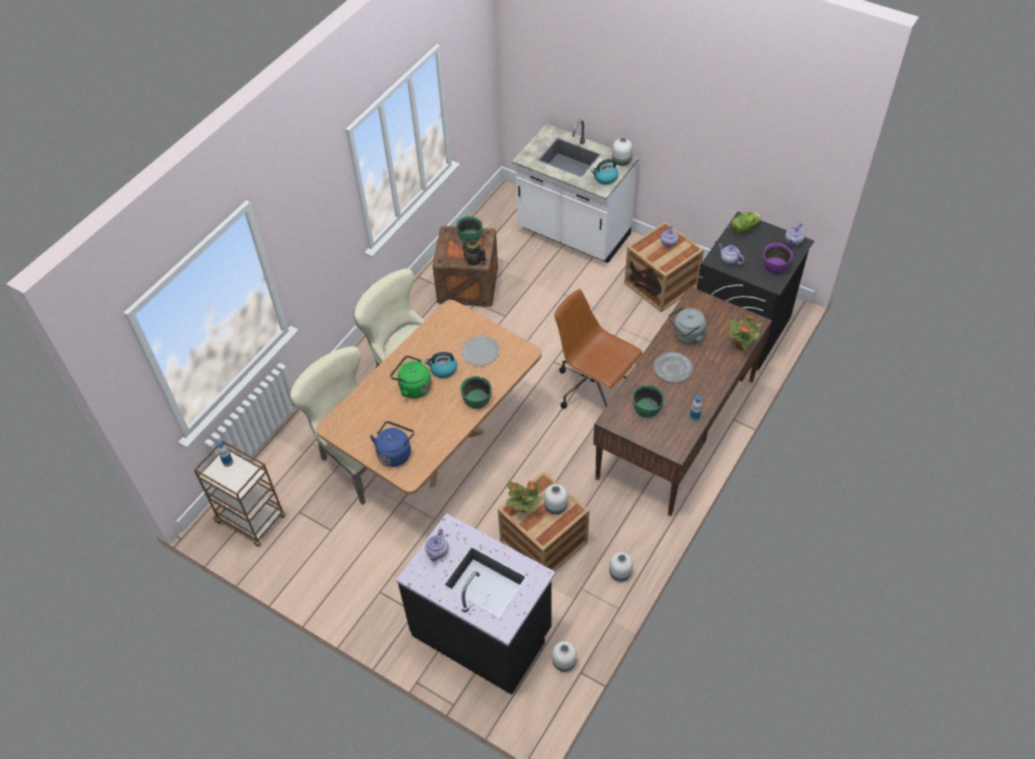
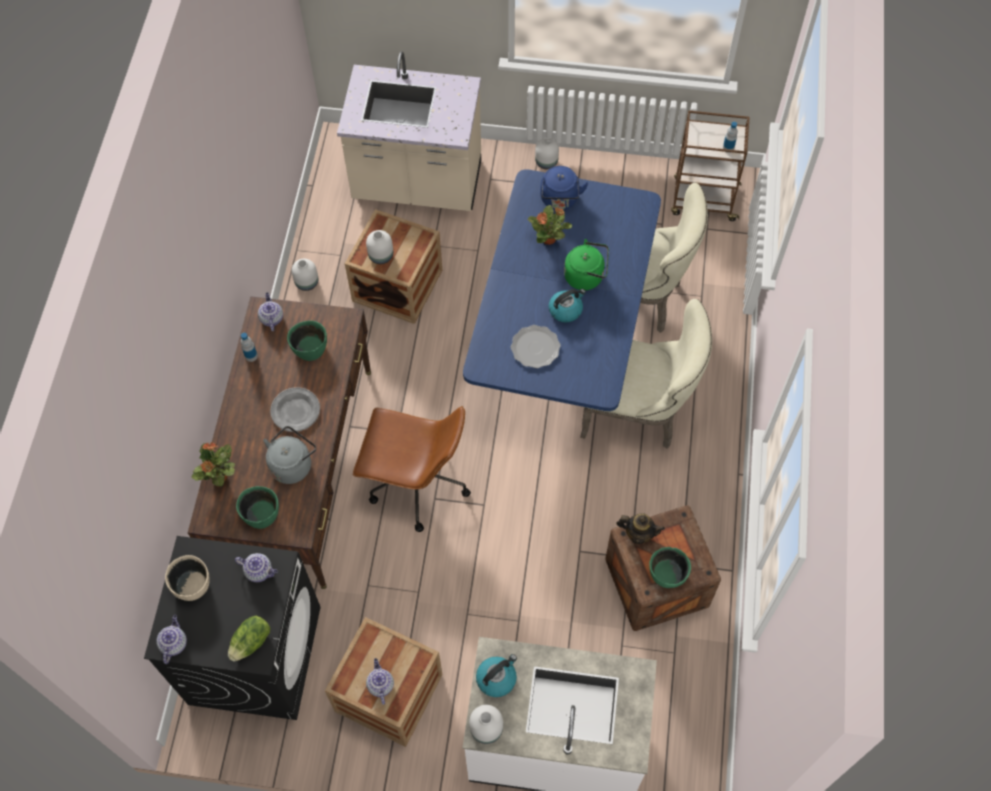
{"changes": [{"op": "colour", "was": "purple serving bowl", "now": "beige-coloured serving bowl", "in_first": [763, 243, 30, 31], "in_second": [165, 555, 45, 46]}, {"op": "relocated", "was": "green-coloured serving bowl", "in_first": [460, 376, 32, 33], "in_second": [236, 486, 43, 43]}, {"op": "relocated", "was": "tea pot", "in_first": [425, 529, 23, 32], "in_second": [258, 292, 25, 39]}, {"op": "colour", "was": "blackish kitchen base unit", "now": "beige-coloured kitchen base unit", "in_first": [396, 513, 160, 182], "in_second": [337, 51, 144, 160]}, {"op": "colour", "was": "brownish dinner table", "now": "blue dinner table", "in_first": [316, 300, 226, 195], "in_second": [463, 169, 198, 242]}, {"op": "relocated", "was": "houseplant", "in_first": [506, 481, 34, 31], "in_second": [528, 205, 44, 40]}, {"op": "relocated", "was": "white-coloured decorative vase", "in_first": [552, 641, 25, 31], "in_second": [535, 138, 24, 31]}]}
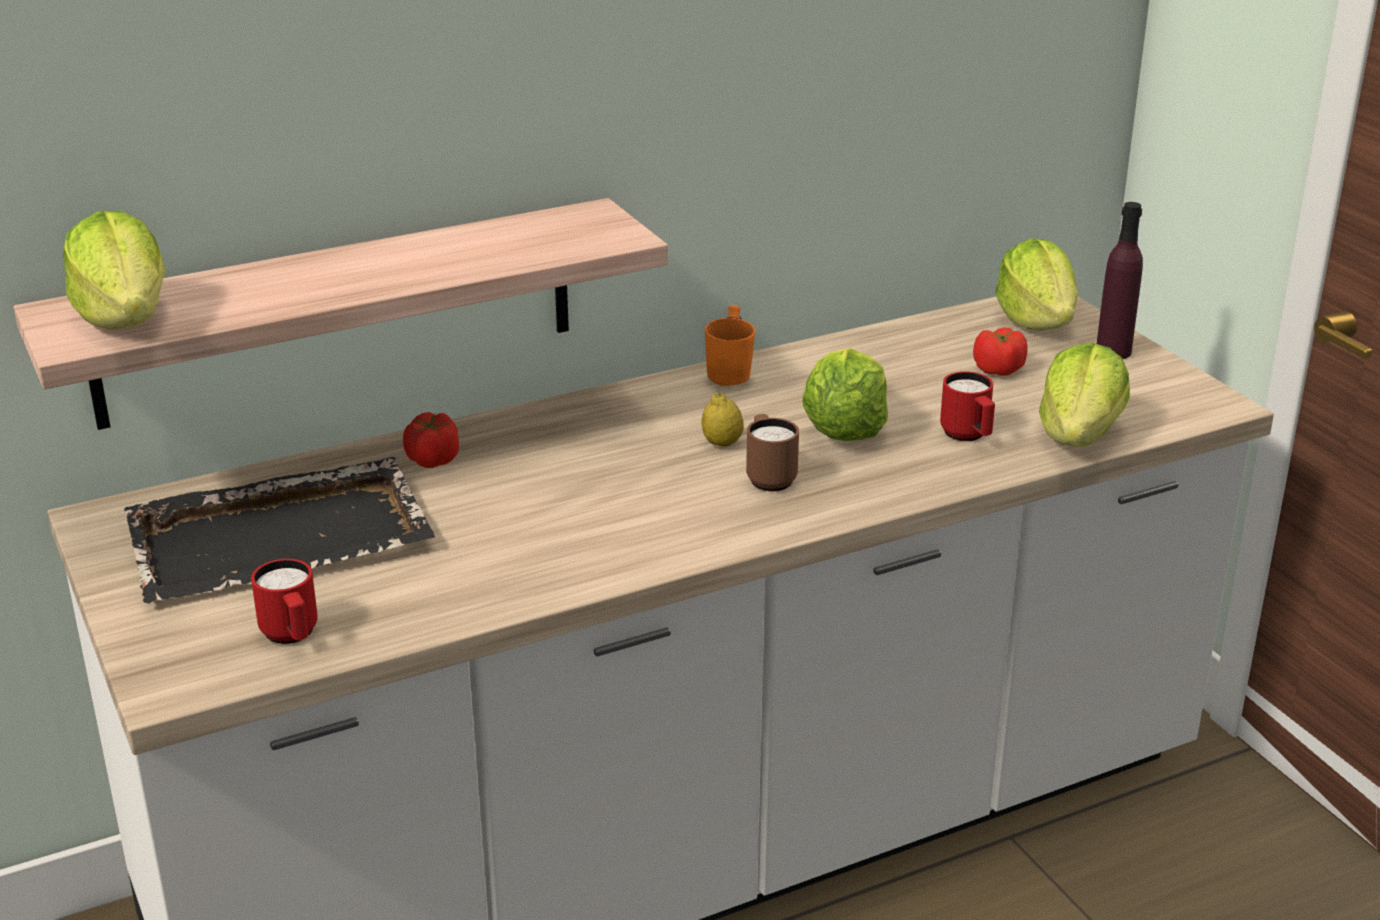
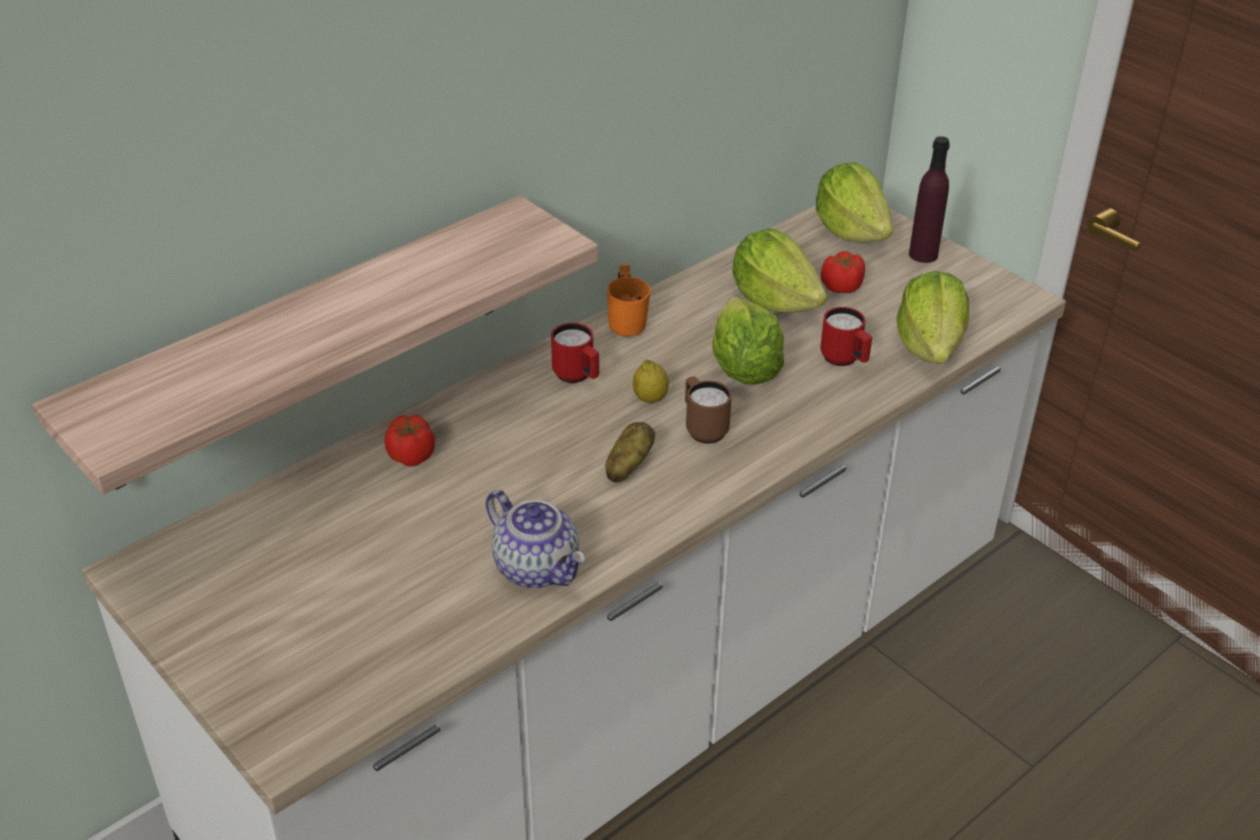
{"changes": [{"op": "appeared", "now": "tea pot", "in_second": [486, 490, 100, 98]}, {"op": "relocated", "was": "red mug", "in_first": [251, 559, 67, 85], "in_second": [551, 323, 48, 60]}, {"op": "appeared", "now": "potato", "in_second": [605, 422, 50, 60]}, {"op": "relocated", "was": "lettuce head", "in_first": [63, 211, 103, 118], "in_second": [732, 228, 96, 85]}, {"op": "missing", "was": "blackish tray", "in_first": [124, 457, 311, 147]}]}
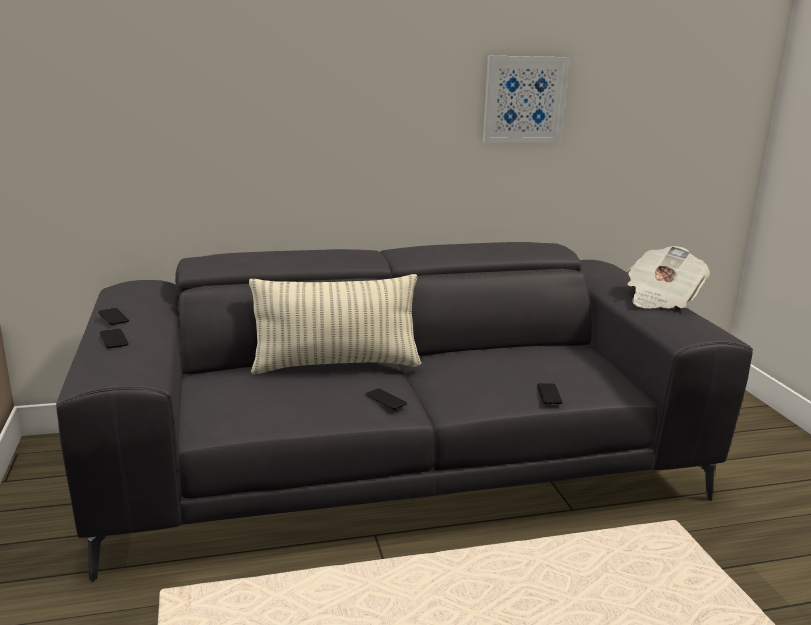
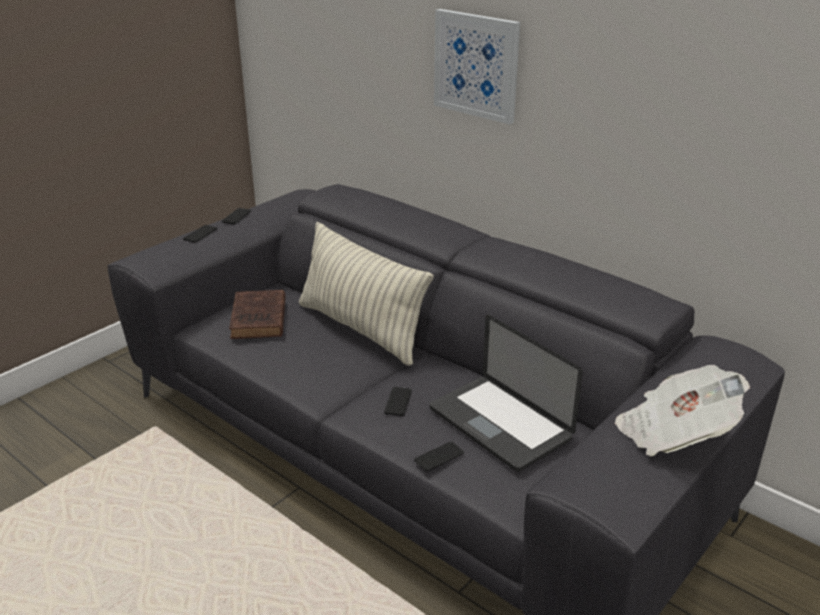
{"changes": [{"op": "appeared", "now": "brownish volume", "in_second": [229, 290, 57, 49]}, {"op": "relocated", "was": "telephone", "in_first": [366, 388, 41, 22], "in_second": [384, 387, 28, 29]}, {"op": "appeared", "now": "portable computer", "in_second": [430, 315, 153, 157]}, {"op": "relocated", "was": "picture", "in_first": [483, 55, 86, 88], "in_second": [434, 9, 86, 115]}]}
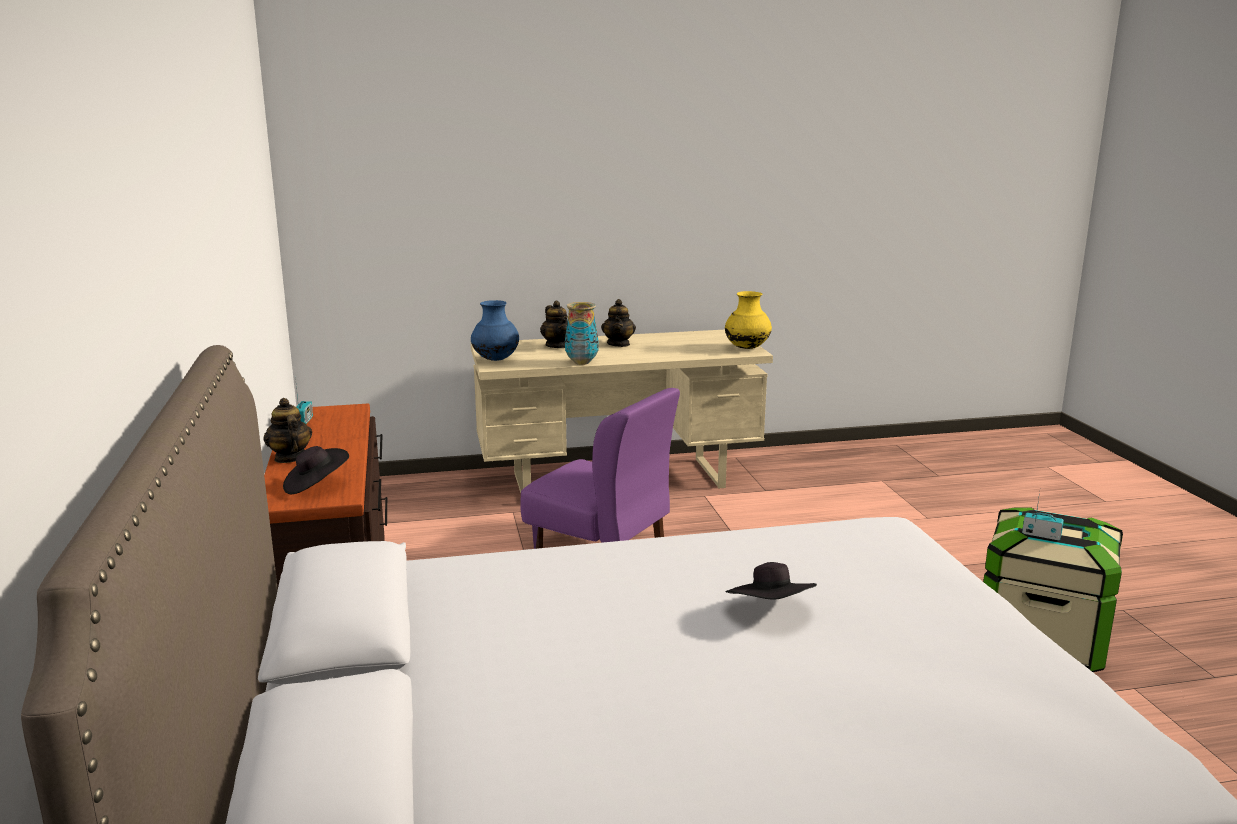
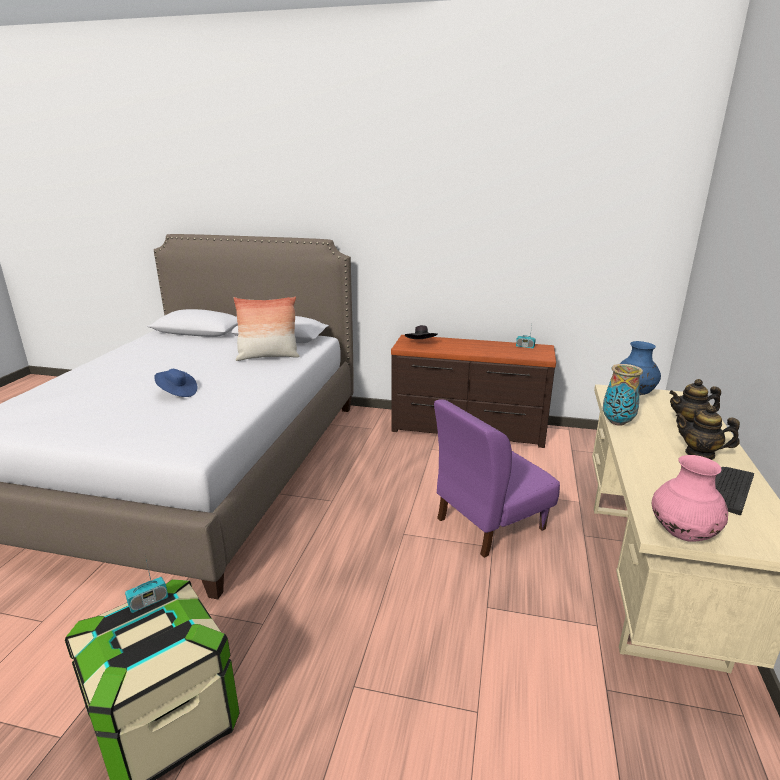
{"changes": [{"op": "colour", "was": "blackish hat", "now": "blue hat", "in_first": [726, 562, 91, 37], "in_second": [154, 369, 43, 28]}, {"op": "appeared", "now": "cushion", "in_second": [233, 296, 66, 65]}, {"op": "colour", "was": "yellowish decorative vase", "now": "pink-coloured decorative vase", "in_first": [725, 291, 47, 58], "in_second": [652, 455, 76, 87]}, {"op": "appeared", "now": "PC keyboard", "in_second": [715, 467, 39, 48]}, {"op": "missing", "was": "tea pot", "in_first": [263, 398, 49, 65]}]}
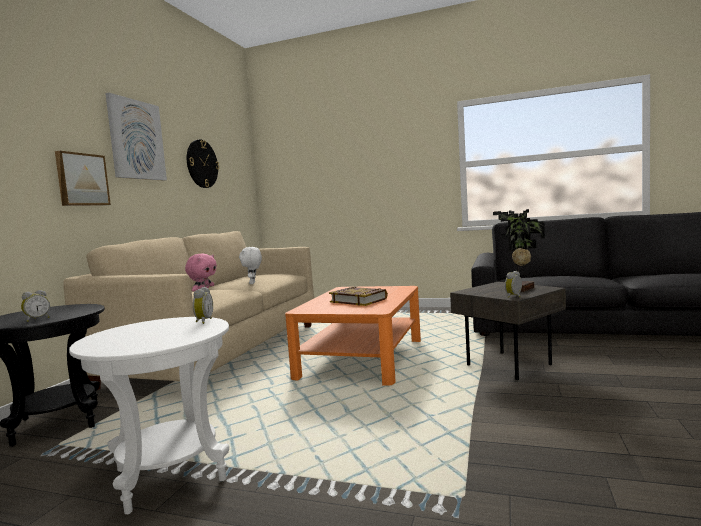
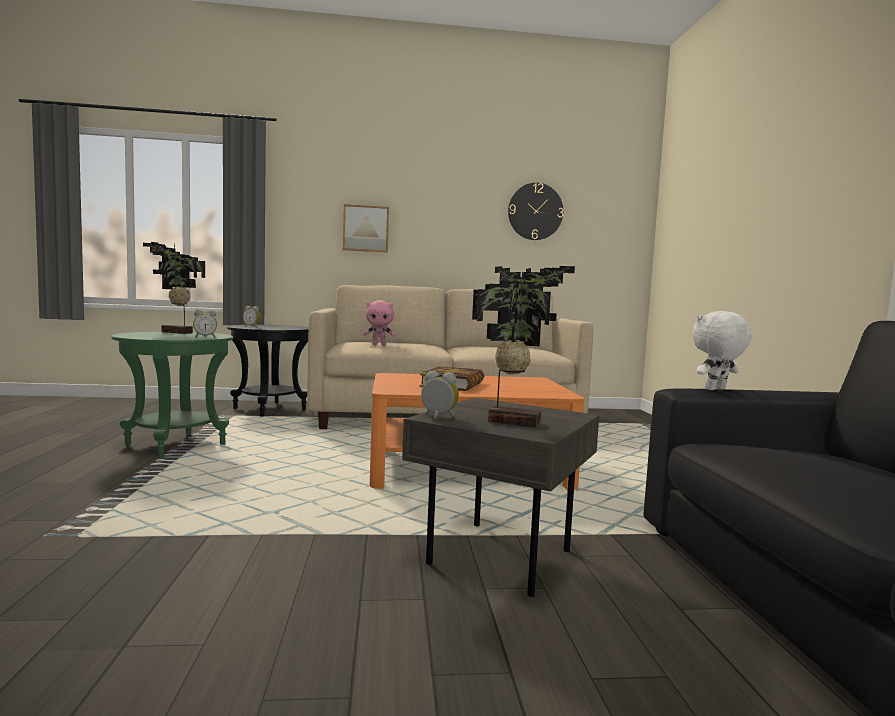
{"changes": [{"op": "colour", "was": "white-coloured end table", "now": "green-coloured end table", "in_first": [69, 317, 160, 198], "in_second": [111, 332, 122, 127]}, {"op": "appeared", "now": "houseplant", "in_second": [143, 242, 62, 92]}, {"op": "relocated", "was": "white-coloured cuddly toy", "in_first": [239, 247, 23, 37], "in_second": [692, 311, 60, 79]}, {"op": "missing", "was": "picture", "in_first": [105, 93, 62, 88]}]}
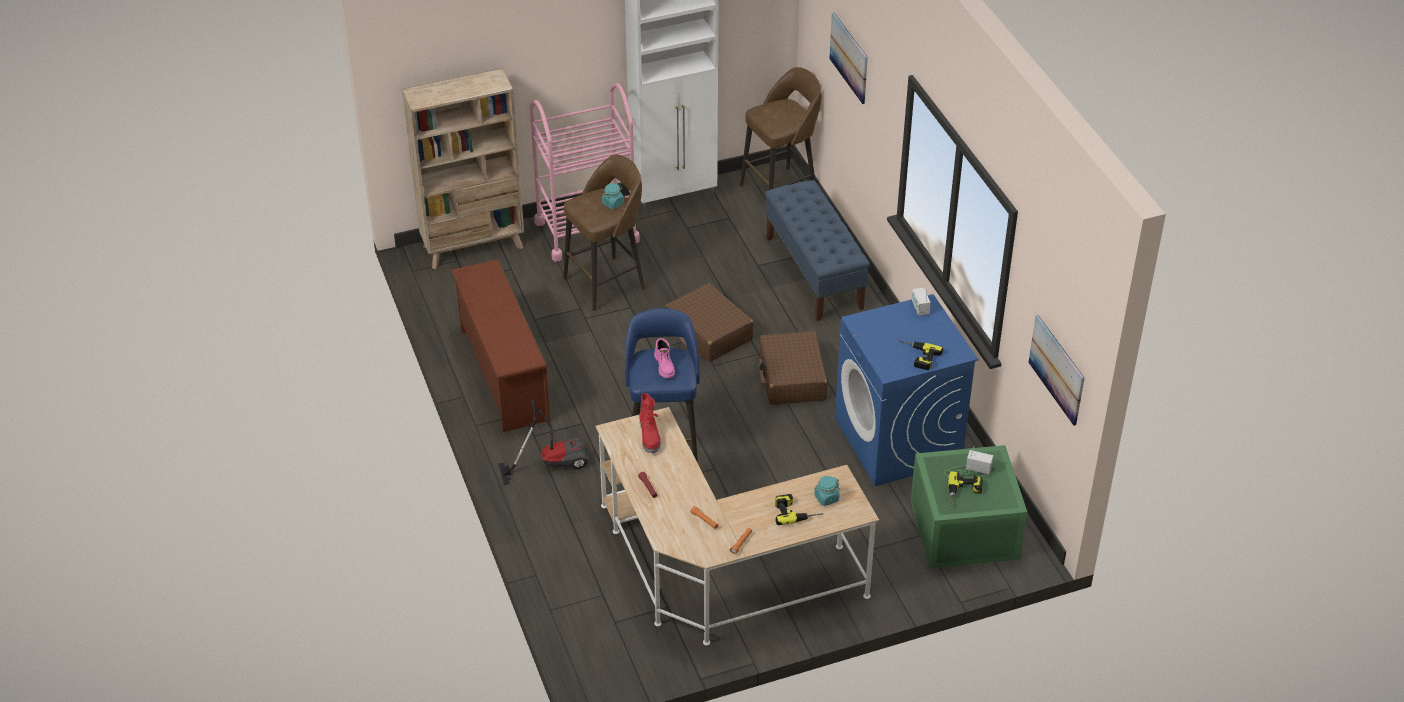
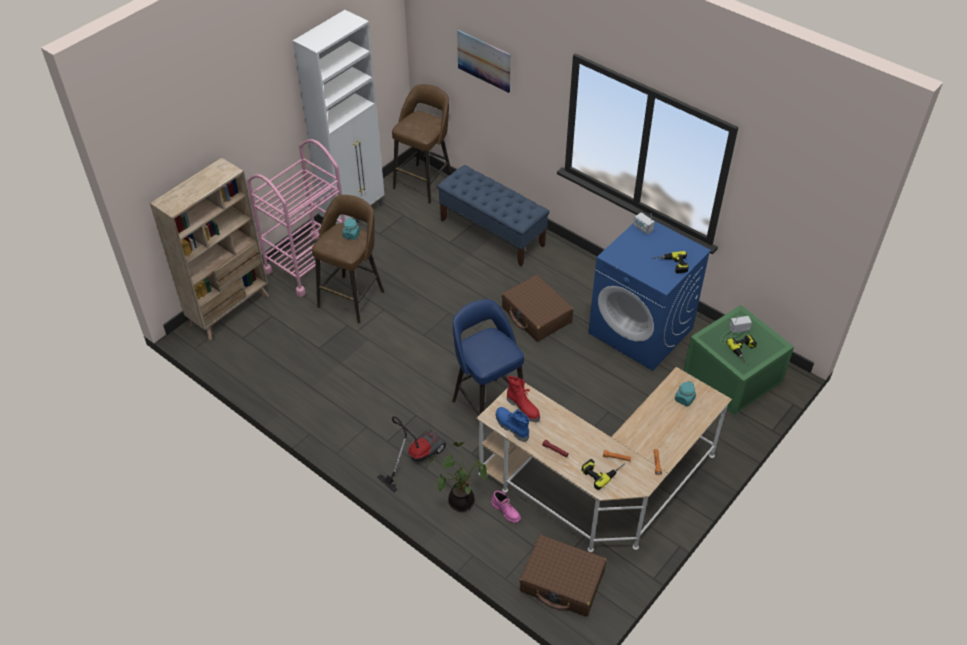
{"changes": [{"op": "appeared", "now": "houseplant", "in_second": [425, 442, 62, 70]}, {"op": "relocated", "was": "pink-coloured high-top boot", "in_first": [654, 338, 21, 40], "in_second": [491, 491, 30, 32]}, {"op": "appeared", "now": "blue high-top boot", "in_second": [496, 407, 33, 35]}, {"op": "relocated", "was": "brownish piece of luggage", "in_first": [665, 283, 89, 79], "in_second": [520, 535, 87, 82]}, {"op": "relocated", "was": "power drill", "in_first": [775, 494, 48, 31], "in_second": [582, 459, 43, 31]}, {"op": "missing", "was": "brownish shoe stand", "in_first": [452, 259, 98, 173]}, {"op": "missing", "was": "picture", "in_first": [1028, 315, 56, 111]}]}
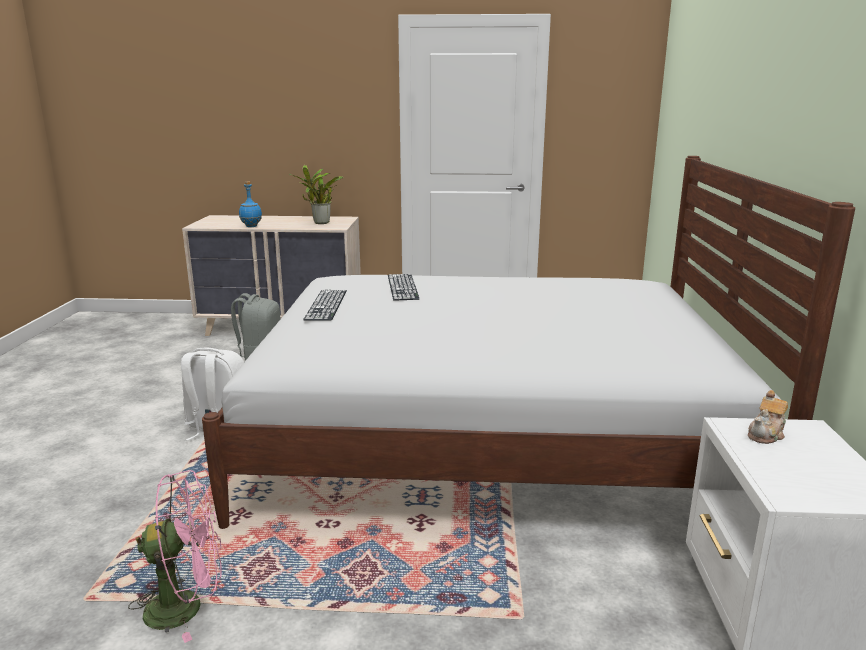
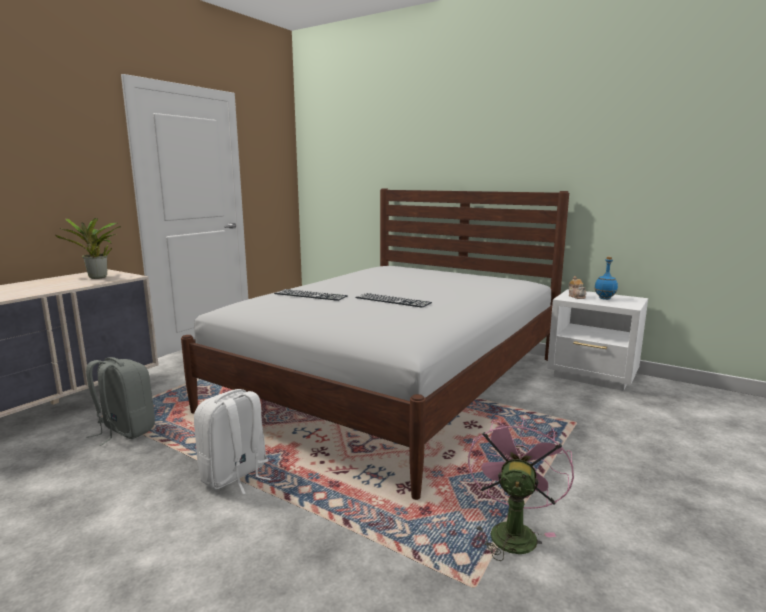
{"changes": [{"op": "relocated", "was": "PC keyboard", "in_first": [303, 290, 44, 31], "in_second": [356, 293, 76, 15]}, {"op": "relocated", "was": "blue bottle", "in_first": [239, 182, 23, 45], "in_second": [594, 257, 24, 43]}]}
